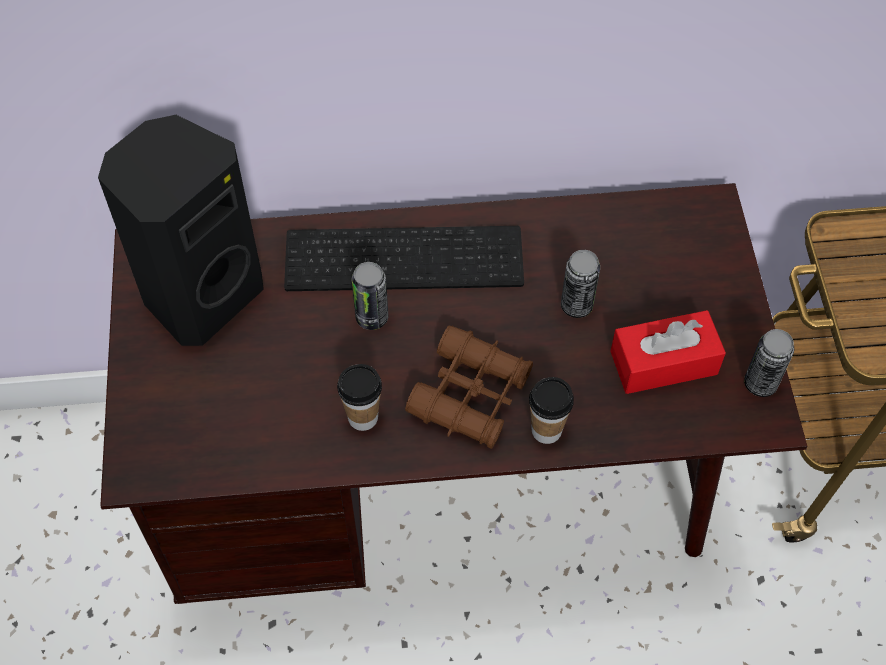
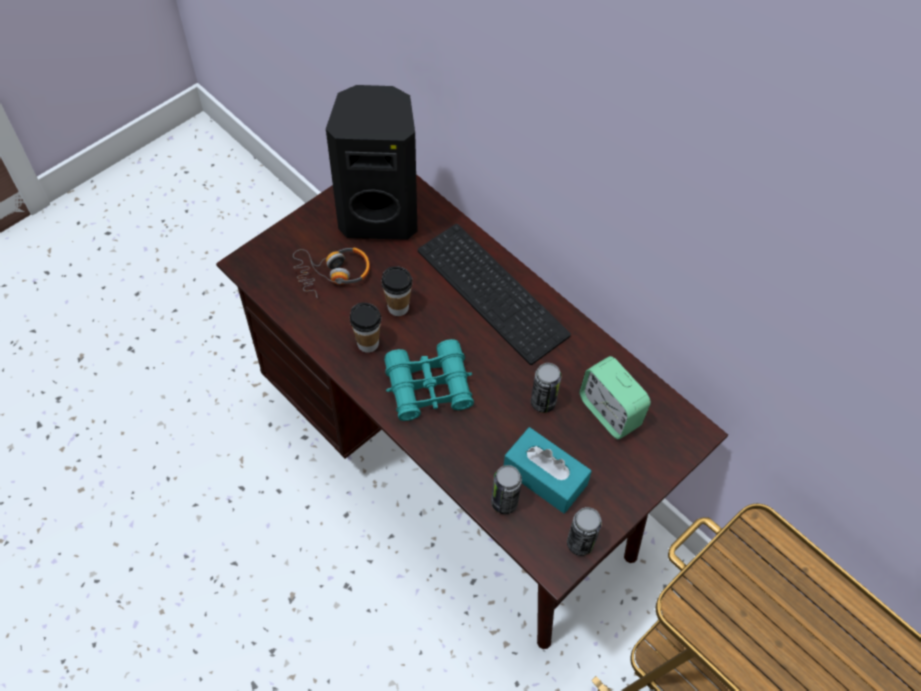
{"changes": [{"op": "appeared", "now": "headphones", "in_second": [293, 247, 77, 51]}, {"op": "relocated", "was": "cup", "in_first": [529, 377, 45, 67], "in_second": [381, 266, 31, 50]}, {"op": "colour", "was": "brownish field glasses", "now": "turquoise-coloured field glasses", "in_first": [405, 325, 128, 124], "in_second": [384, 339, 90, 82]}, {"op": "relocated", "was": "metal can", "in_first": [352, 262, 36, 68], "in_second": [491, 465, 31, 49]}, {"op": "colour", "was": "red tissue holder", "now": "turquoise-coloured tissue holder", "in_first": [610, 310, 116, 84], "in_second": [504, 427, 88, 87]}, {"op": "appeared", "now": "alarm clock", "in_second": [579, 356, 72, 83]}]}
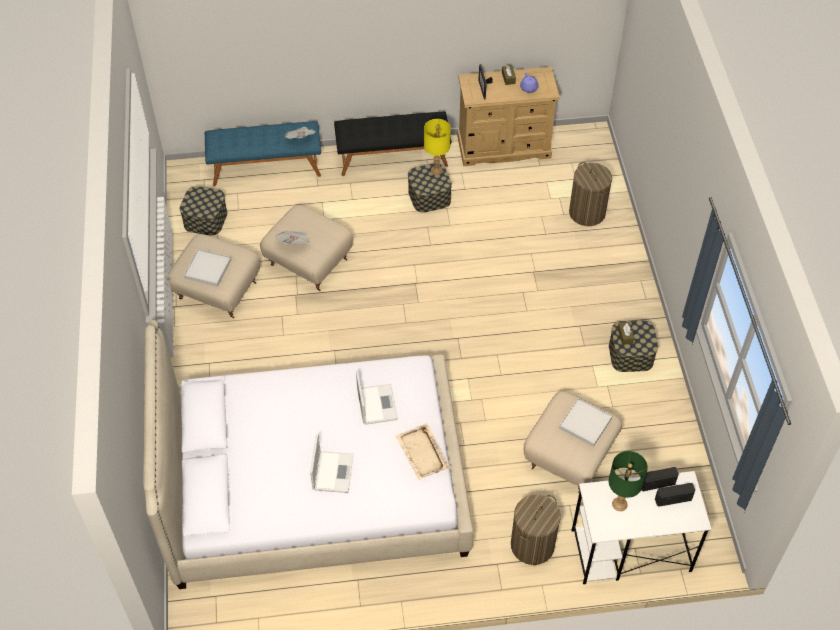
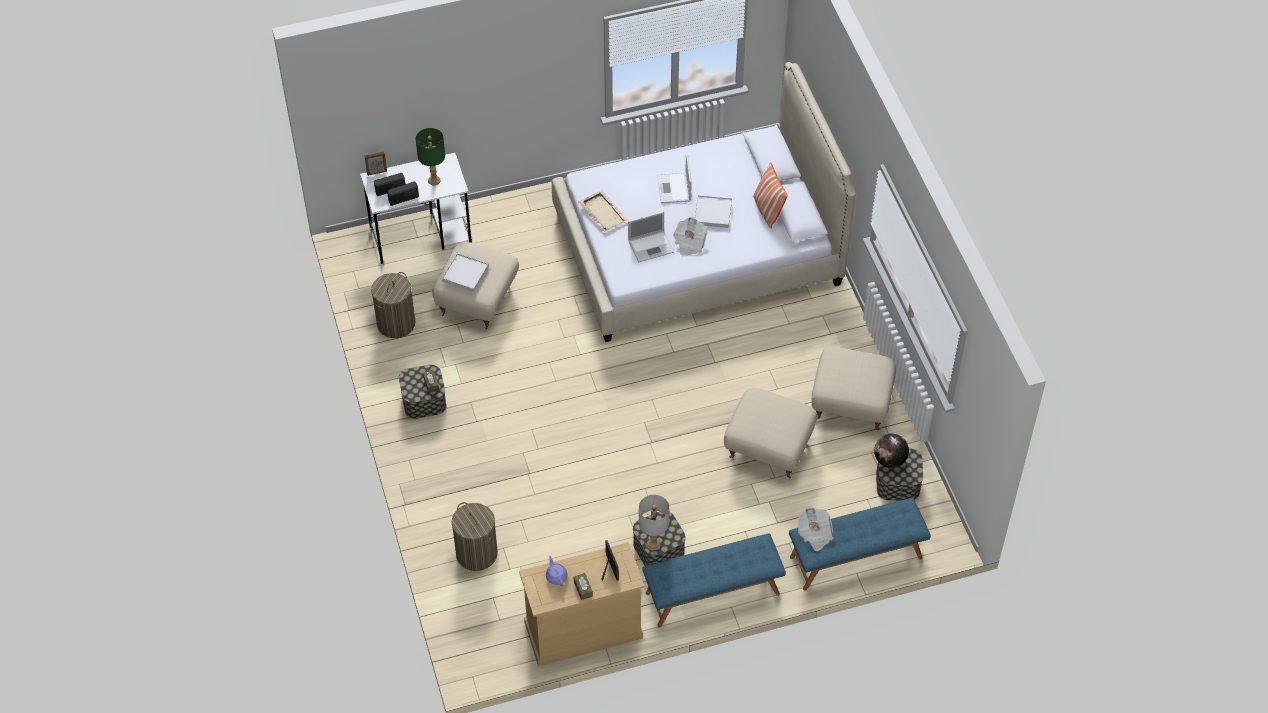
{"changes": [{"op": "appeared", "now": "picture frame", "in_second": [365, 152, 22, 24]}, {"op": "relocated", "was": "washing basket", "in_first": [511, 495, 50, 70], "in_second": [371, 272, 45, 66]}, {"op": "spun", "was": "portable computer", "in_first": [356, 370, 42, 55], "in_second": [628, 211, 46, 51], "clockwise": -90}, {"op": "colour", "was": "yellowish tabletop lamp", "now": "gray tabletop lamp", "in_first": [424, 119, 27, 56], "in_second": [639, 495, 30, 56]}, {"op": "colour", "was": "blackish bench", "now": "blue bench", "in_first": [334, 112, 118, 64], "in_second": [642, 533, 144, 95]}, {"op": "relocated", "was": "daily paper", "in_first": [275, 231, 34, 13], "in_second": [673, 217, 35, 39]}, {"op": "relocated", "was": "white-coloured tray", "in_first": [184, 249, 47, 38], "in_second": [695, 195, 37, 33]}, {"op": "appeared", "now": "cushion", "in_second": [753, 162, 35, 66]}, {"op": "appeared", "now": "desk globe", "in_second": [874, 434, 35, 34]}]}
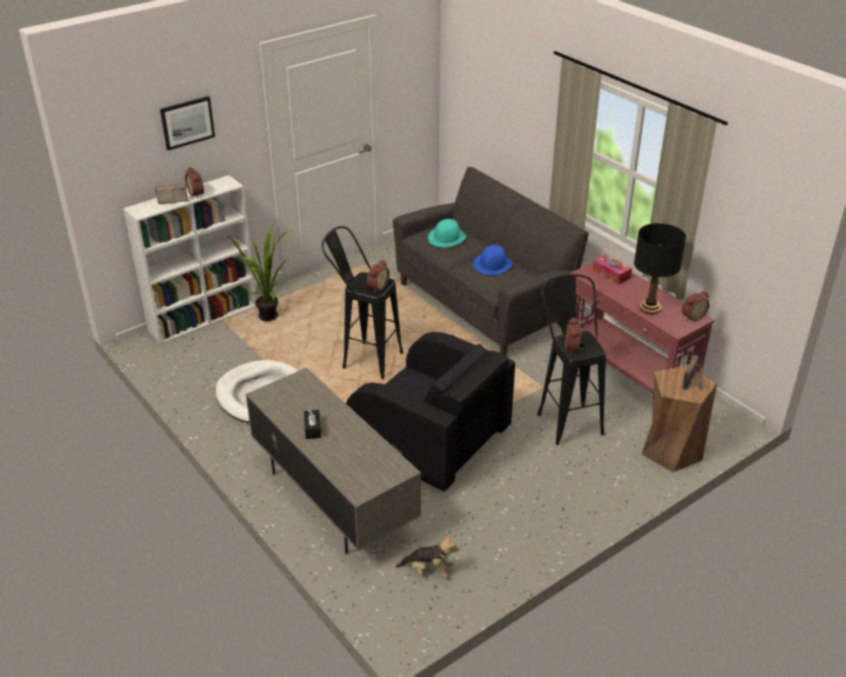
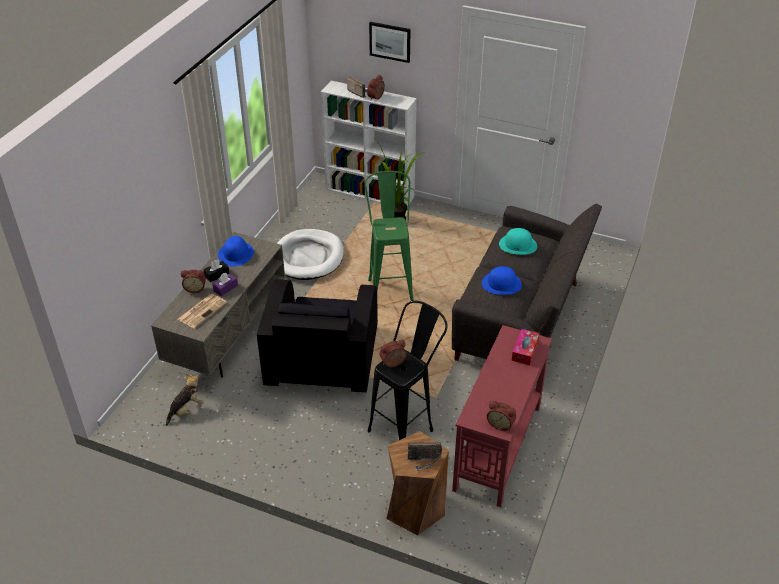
{"changes": [{"op": "spun", "was": "cuddly toy", "in_first": [396, 534, 64, 44], "in_second": [166, 374, 37, 52], "clockwise": -120}, {"op": "appeared", "now": "daily paper", "in_second": [178, 294, 49, 34]}, {"op": "relocated", "was": "alarm clock", "in_first": [367, 260, 22, 33], "in_second": [181, 270, 25, 23]}, {"op": "appeared", "now": "purple tissue holder", "in_second": [212, 273, 26, 24]}, {"op": "appeared", "now": "blue hat", "in_second": [218, 236, 36, 31]}, {"op": "colour", "was": "blackish stool seat", "now": "green-coloured stool seat", "in_first": [322, 226, 81, 153], "in_second": [364, 171, 50, 130]}, {"op": "missing", "was": "blackish tabletop lamp", "in_first": [634, 223, 52, 92]}]}
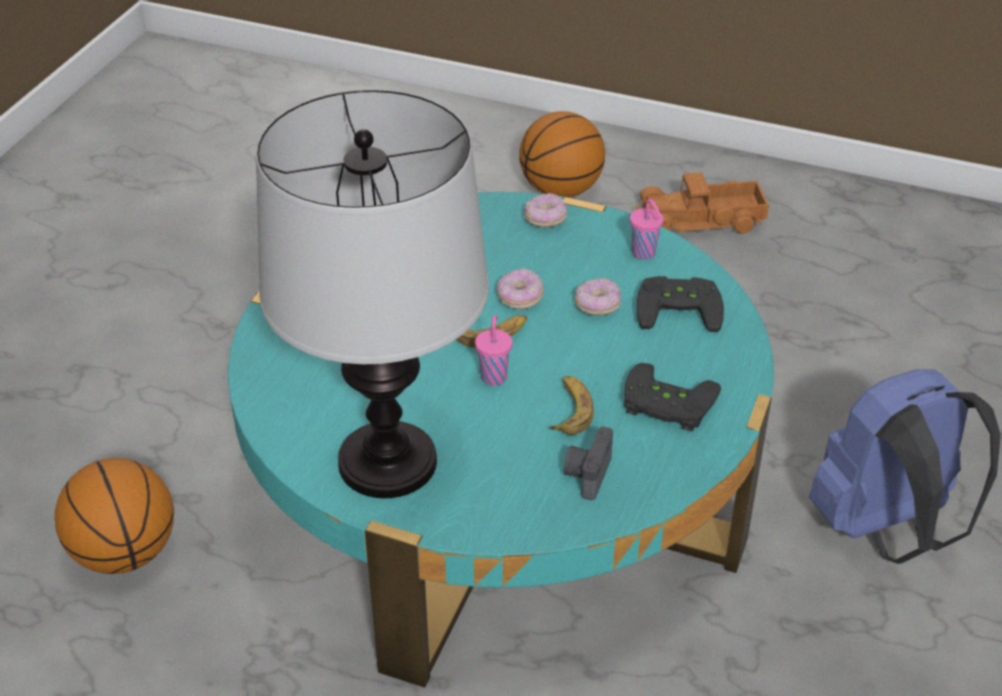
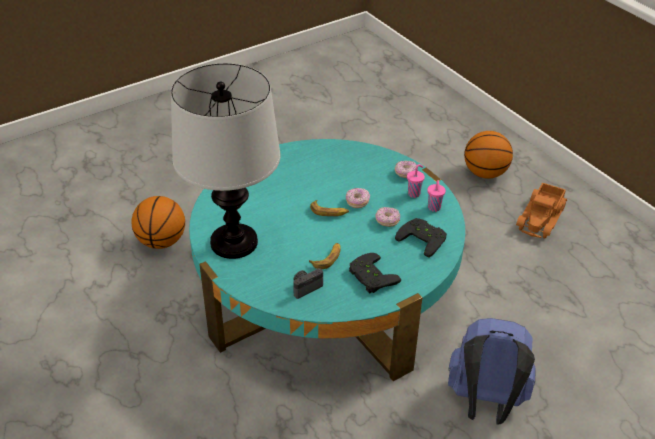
{"changes": [{"op": "relocated", "was": "pink-coloured cup", "in_first": [475, 315, 37, 71], "in_second": [407, 164, 18, 34]}, {"op": "spun", "was": "toy truck", "in_first": [636, 172, 133, 61], "in_second": [516, 183, 51, 56], "clockwise": -90}]}
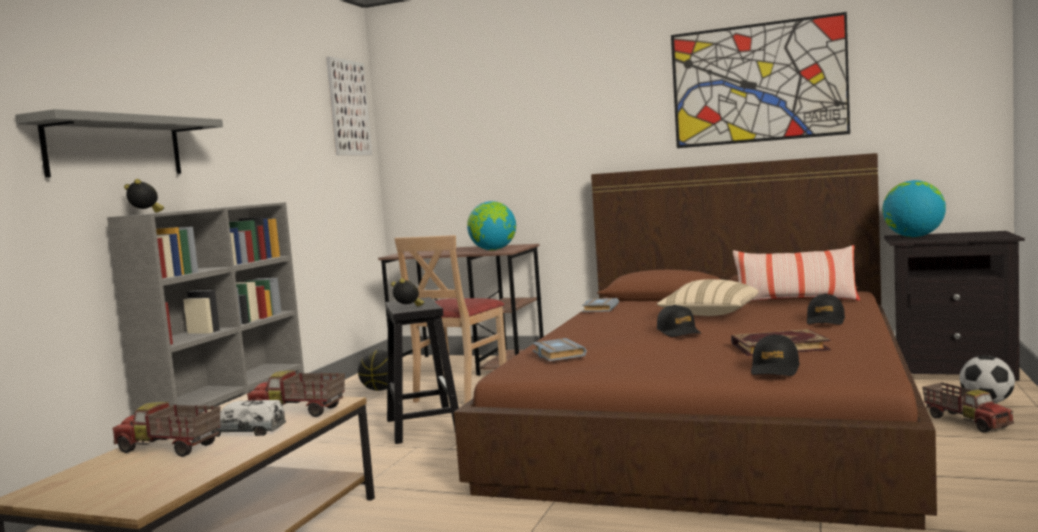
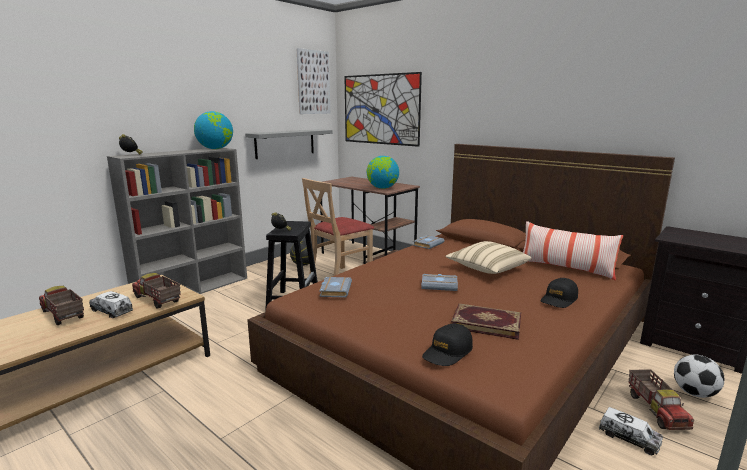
{"changes": [{"op": "relocated", "was": "desk globe", "in_first": [882, 180, 64, 57], "in_second": [194, 111, 39, 38]}, {"op": "relocated", "was": "gray shelf", "in_first": [15, 109, 208, 69], "in_second": [245, 129, 88, 30]}, {"op": "relocated", "was": "picture", "in_first": [671, 12, 179, 136], "in_second": [344, 72, 78, 75]}, {"op": "exchanged", "was": "blackish baseball cap", "now": "gray volume", "in_first": [657, 305, 44, 32], "in_second": [421, 274, 37, 17]}, {"op": "appeared", "now": "toy truck", "in_second": [599, 407, 64, 48]}]}
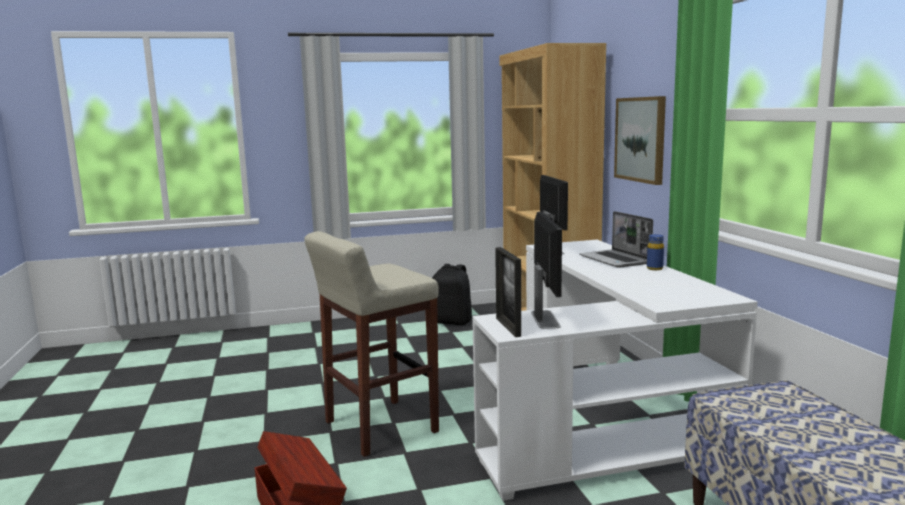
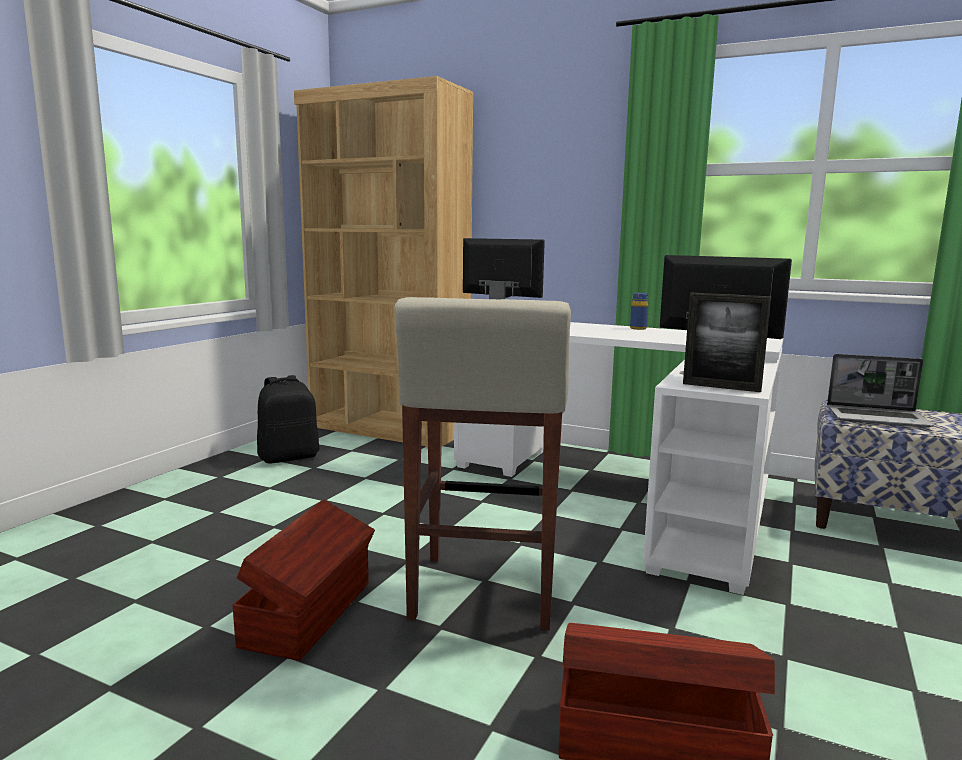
{"changes": [{"op": "appeared", "now": "brownish storage box", "in_second": [233, 499, 142, 162]}, {"op": "relocated", "was": "portable computer", "in_first": [579, 211, 74, 57], "in_second": [827, 354, 107, 74]}, {"op": "missing", "was": "picture", "in_first": [614, 96, 52, 89]}]}
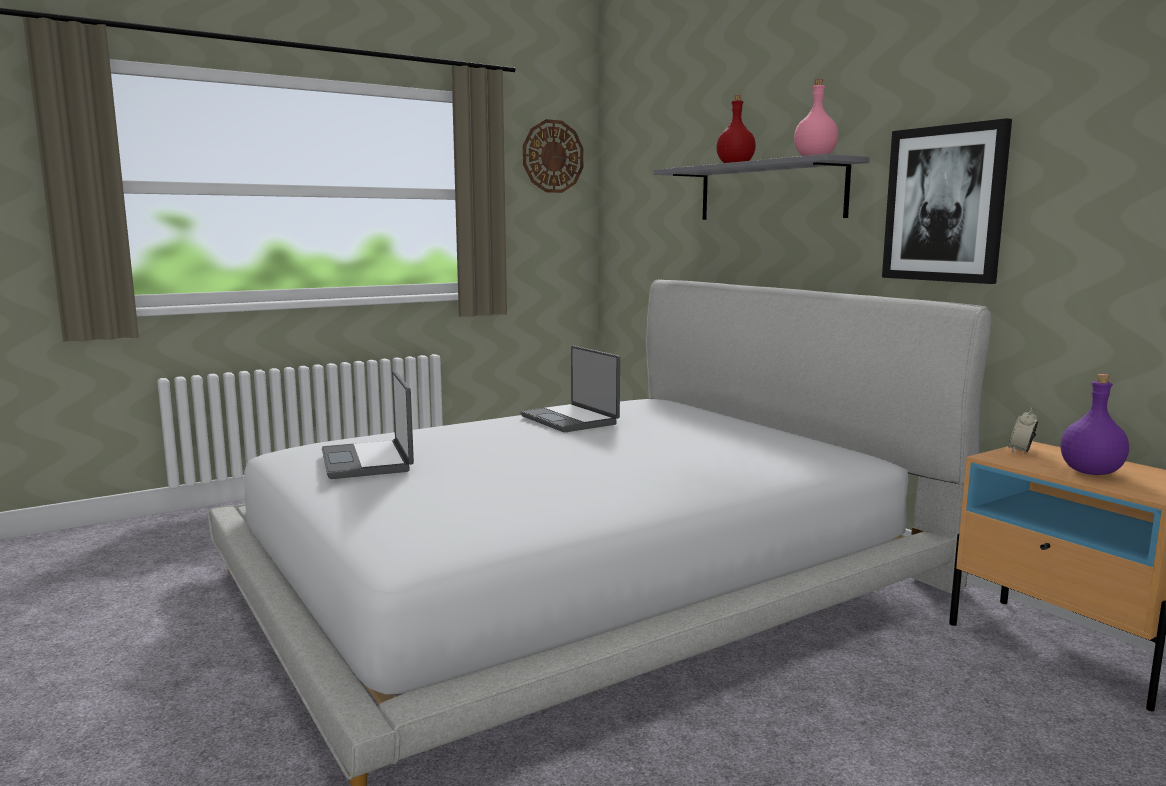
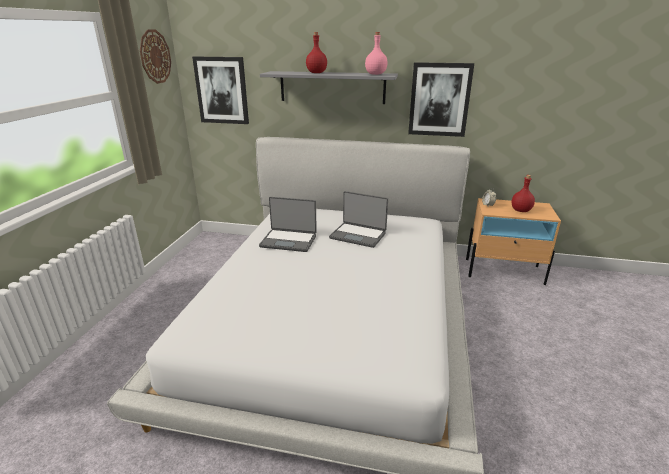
{"changes": [{"op": "appeared", "now": "picture", "in_second": [192, 57, 57, 67]}, {"op": "relocated", "was": "portable computer", "in_first": [322, 371, 92, 108], "in_second": [329, 191, 59, 57]}, {"op": "colour", "was": "purple bottle", "now": "red bottle", "in_first": [1061, 374, 68, 101], "in_second": [511, 175, 24, 37]}]}
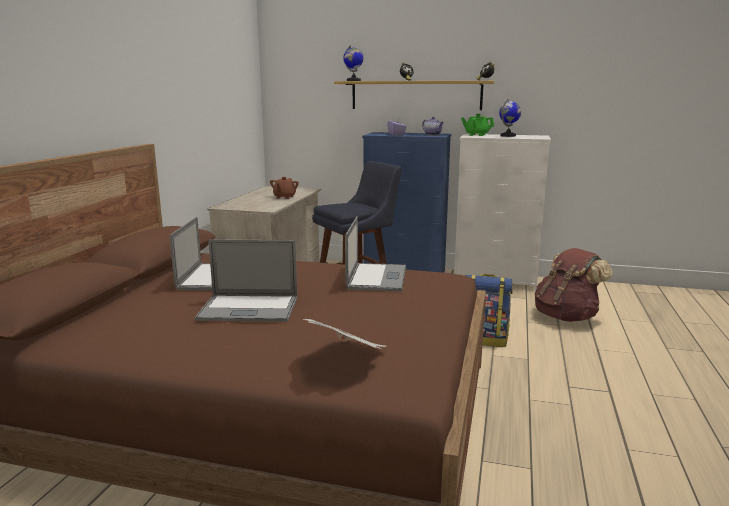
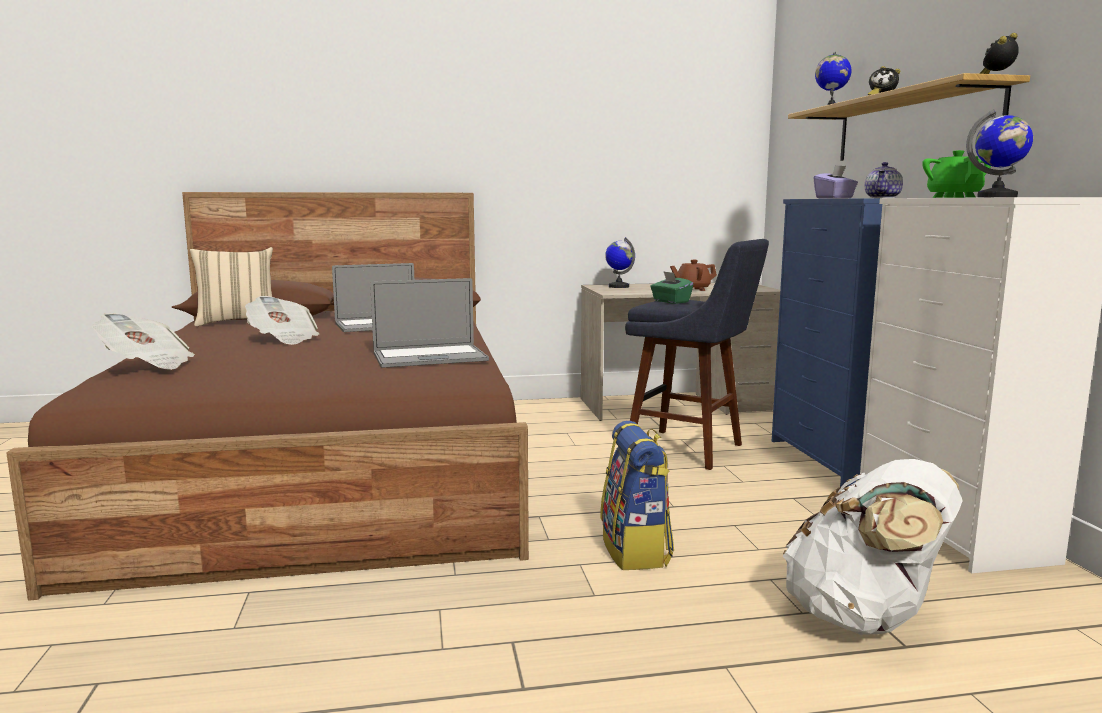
{"changes": [{"op": "appeared", "now": "beige-coloured cushion", "in_second": [190, 247, 83, 79]}, {"op": "exchanged", "was": "portable computer", "now": "daily paper", "in_first": [195, 239, 102, 83], "in_second": [245, 296, 74, 49]}, {"op": "appeared", "now": "desk globe", "in_second": [605, 237, 30, 51]}, {"op": "appeared", "now": "green-coloured tissue holder", "in_second": [650, 271, 44, 33]}, {"op": "colour", "was": "brownish rucksack", "now": "white-coloured rucksack", "in_first": [535, 248, 78, 74], "in_second": [782, 459, 181, 176]}]}
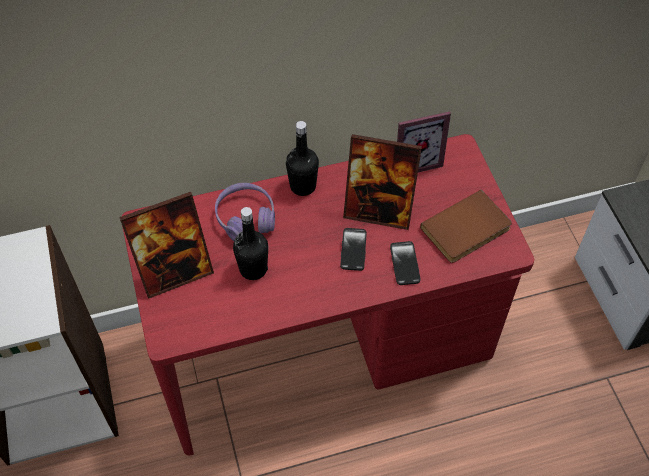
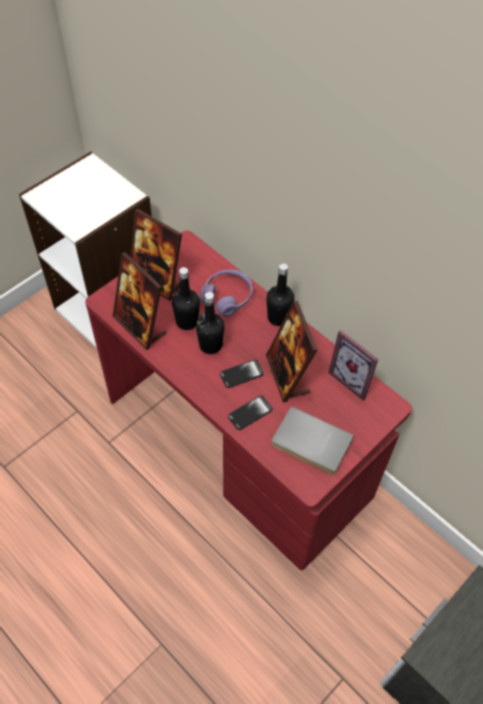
{"changes": [{"op": "appeared", "now": "picture frame", "in_second": [113, 252, 54, 98]}, {"op": "appeared", "now": "blackish bottle", "in_second": [196, 292, 29, 62]}, {"op": "colour", "was": "brownish volume", "now": "gray volume", "in_first": [420, 190, 92, 73], "in_second": [271, 406, 83, 69]}]}
